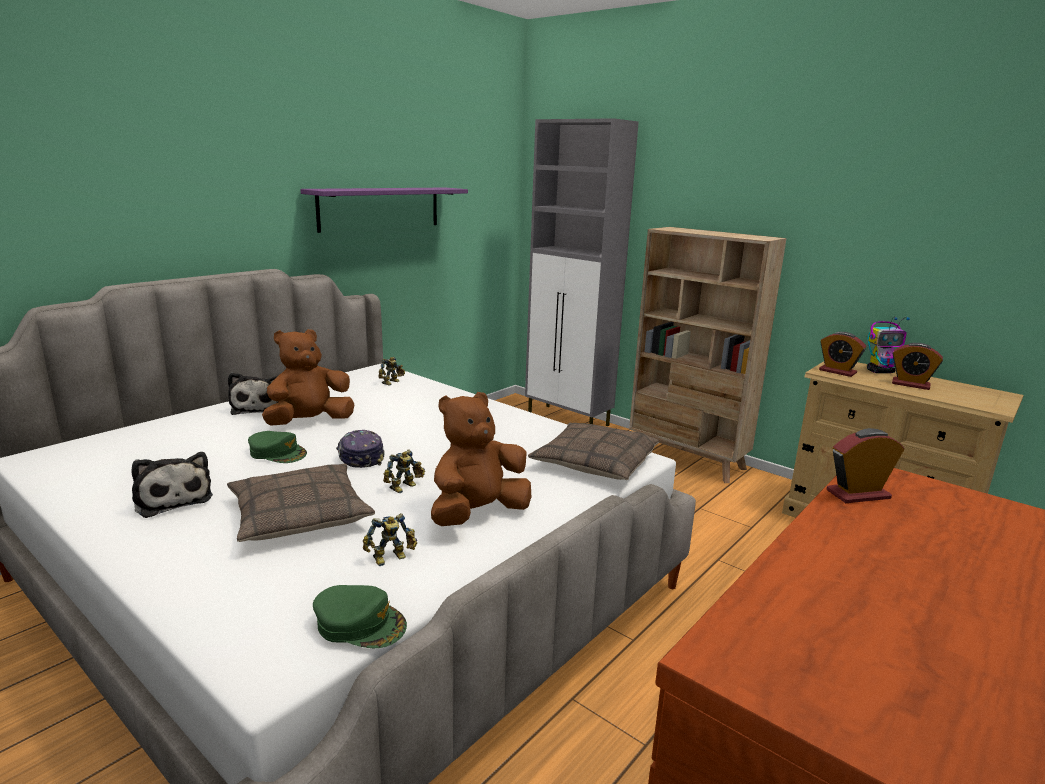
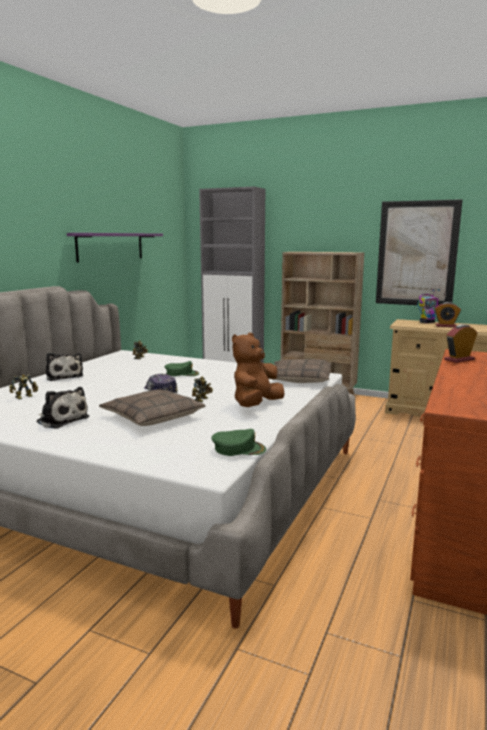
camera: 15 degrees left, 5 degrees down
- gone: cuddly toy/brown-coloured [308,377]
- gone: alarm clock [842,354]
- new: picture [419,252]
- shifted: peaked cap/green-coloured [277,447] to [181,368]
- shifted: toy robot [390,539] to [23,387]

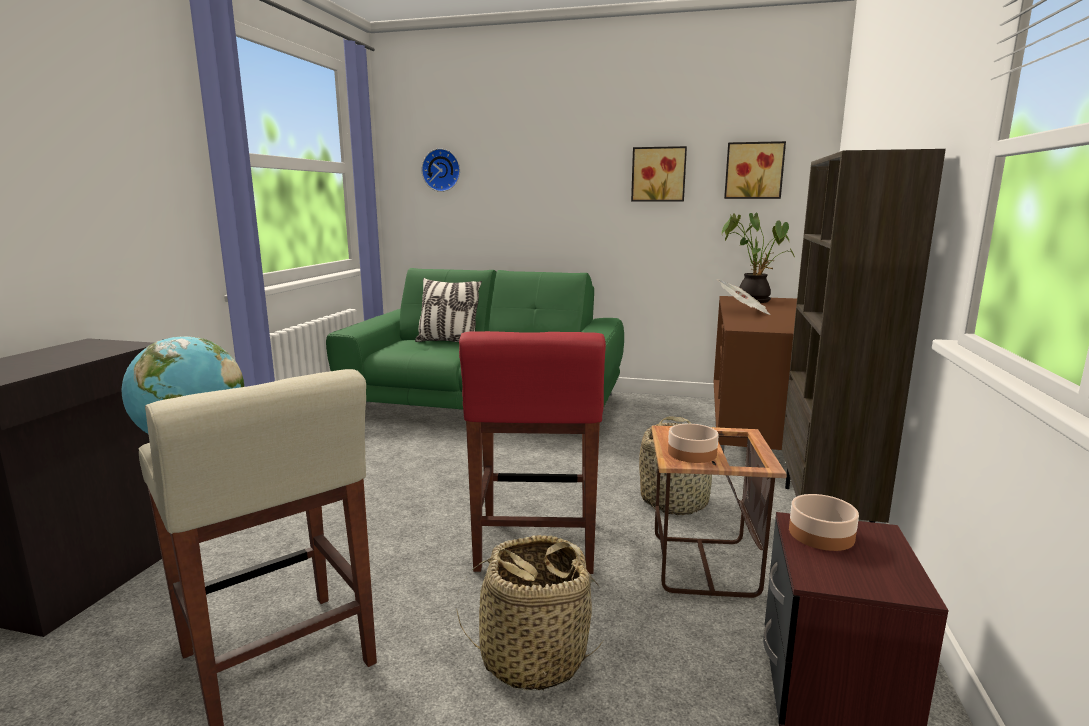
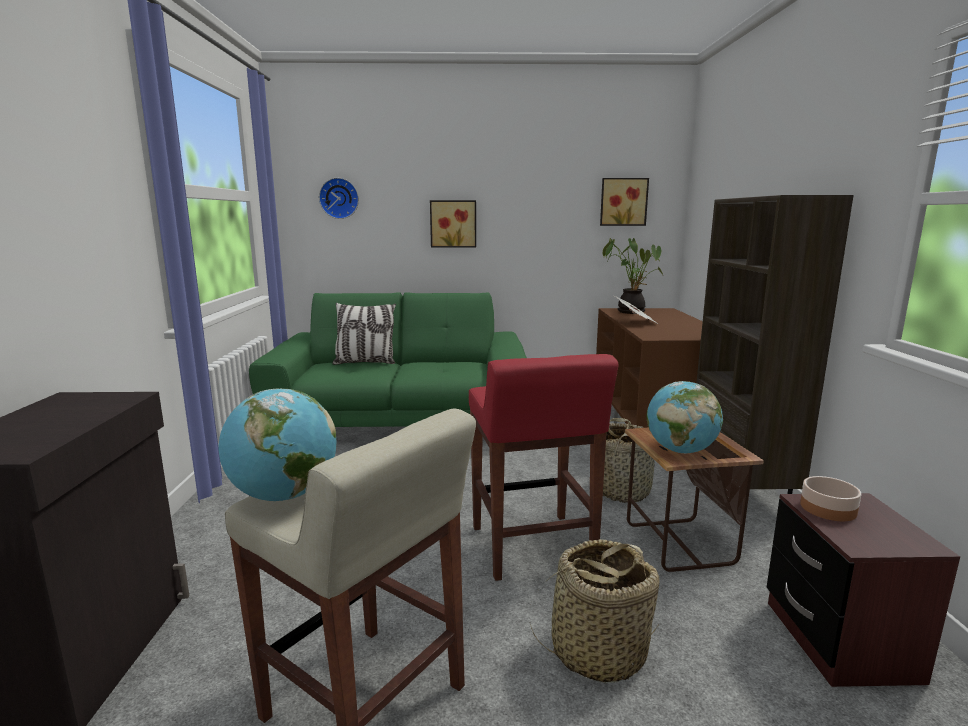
camera: 15 degrees left, 0 degrees up
- shifted: picture [659,174] to [453,224]
- swapped: deep dish [693,443] to desk globe [685,417]

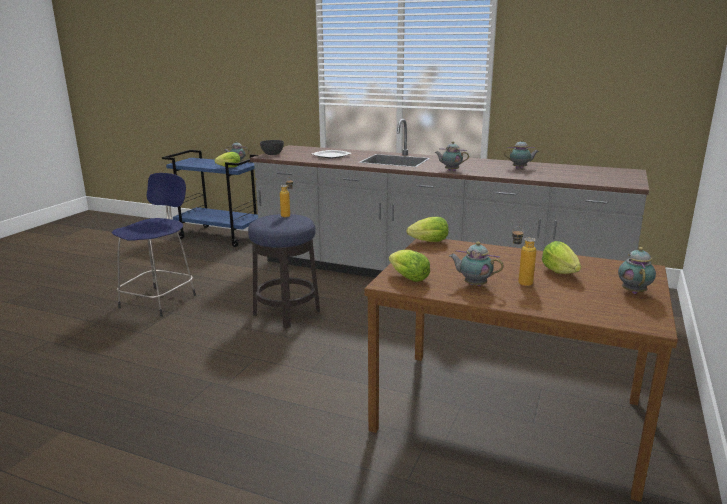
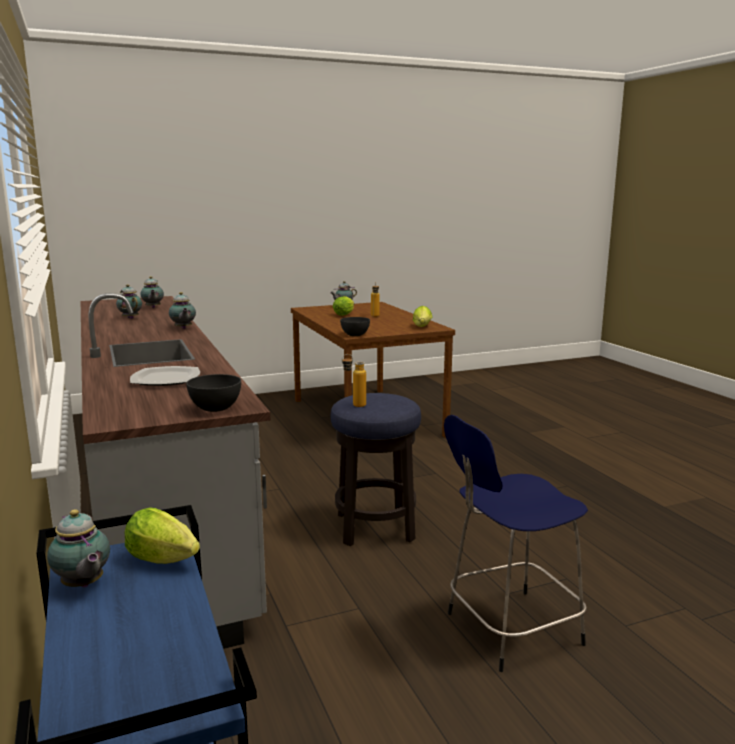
camera: 135 degrees left, 5 degrees down
- shifted: tea pot [476,264] to [152,292]
- swapped: lettuce head [427,229] to deep dish/gray [355,326]

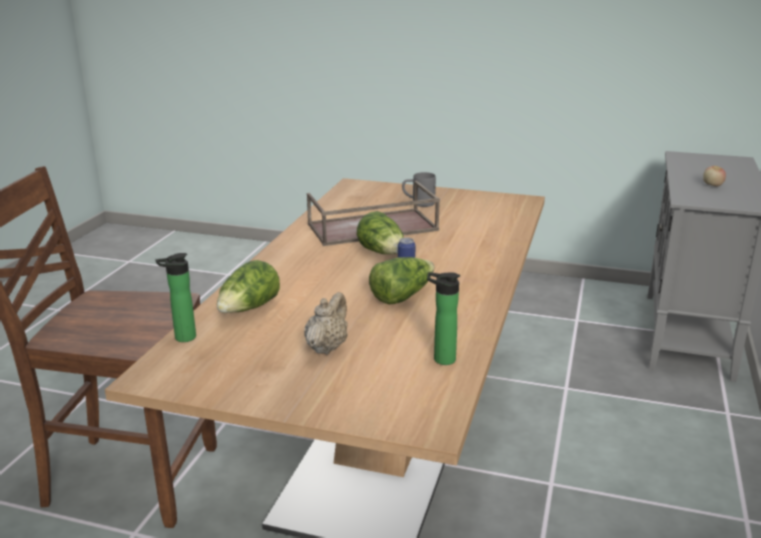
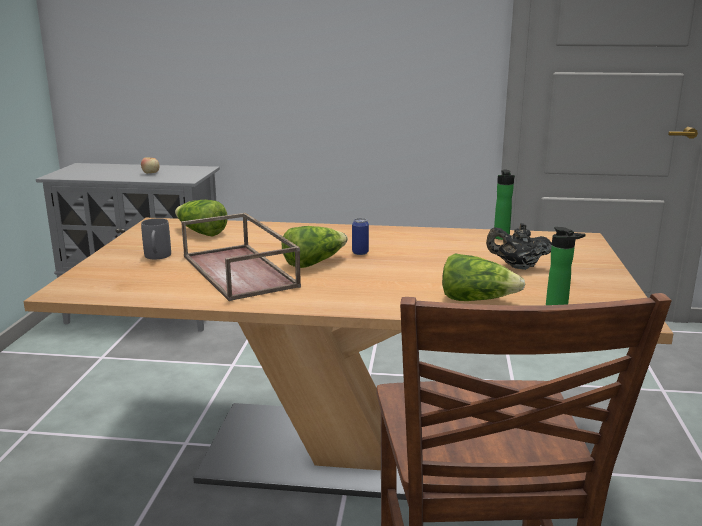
camera: 100 degrees left, 5 degrees down
- shifted: lettuce head [401,281] to [201,218]
- repainted: tea pot/sand-coloured [326,323] to tea pot/black [519,246]

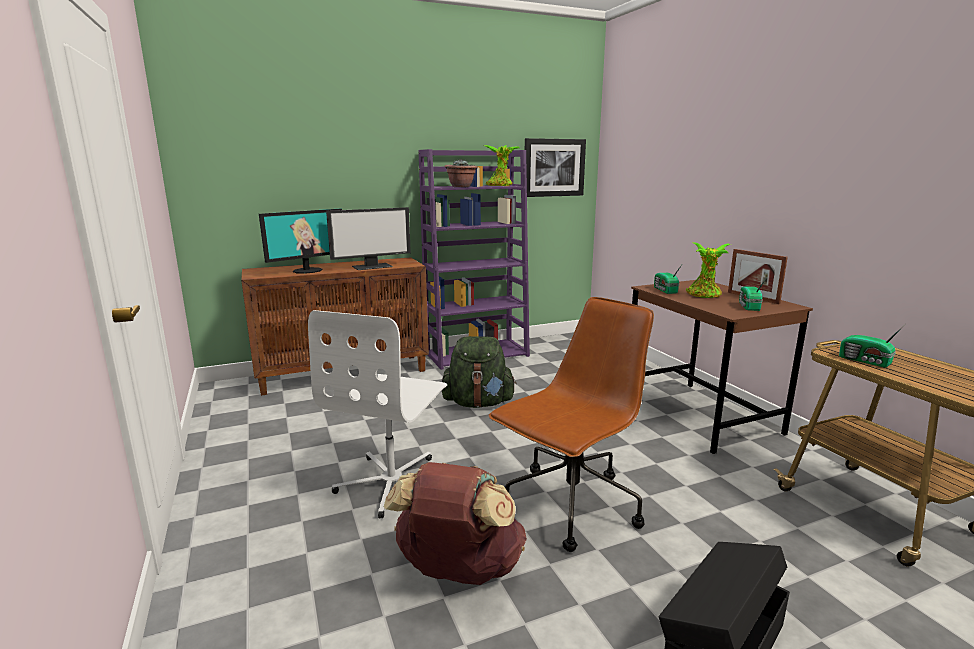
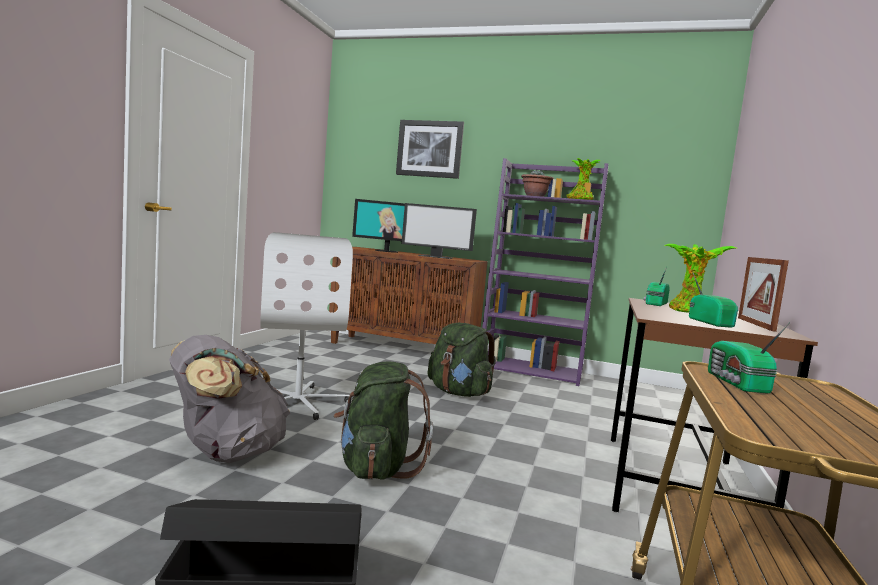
camera: 40 degrees right, 10 degrees down
- shifted: picture [555,167] to [430,149]
- swapped: desk chair/brown-coloured [571,424] to knapsack/green-coloured [383,420]
- repainted: knapsack/brown-coloured [455,523] to knapsack/gray [229,399]
- rotated: desk chair/white-coloured [377,414] = [306,326] 75 degrees counterclockwise
- rotated: radio set [753,294] = [713,299] 120 degrees clockwise

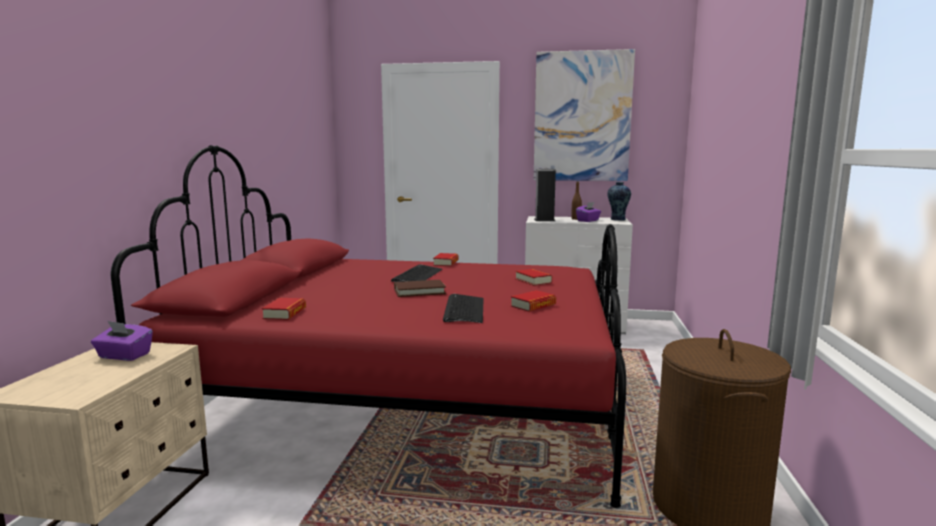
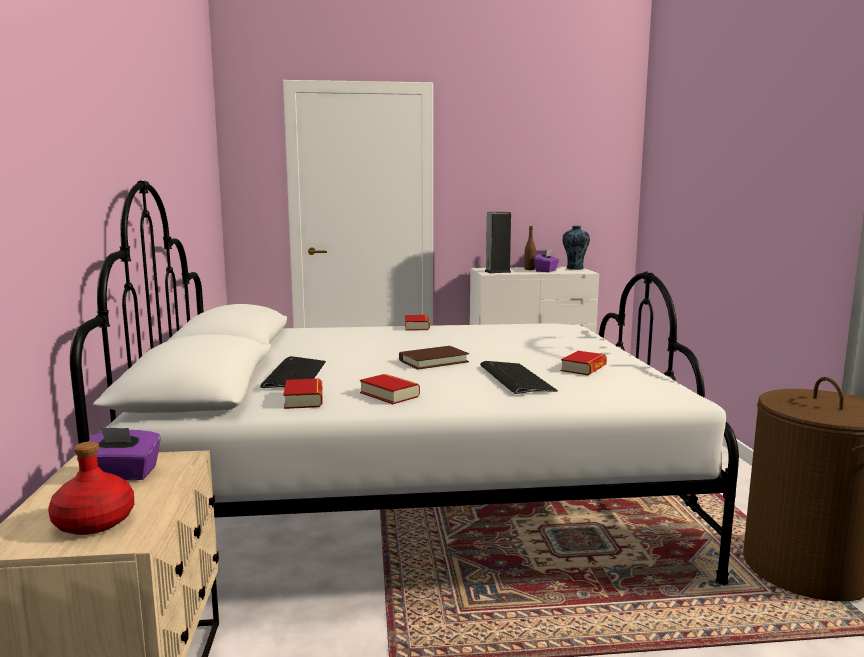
camera: 15 degrees left, 0 degrees up
- gone: picture [584,115]
- new: beverage bottle/reddish [91,488]
- shifted: PC keyboard [417,273] to [293,372]
- shifted: bound book [533,277] to [390,389]
- repainted: bedroom bed/reddish [368,326] to bedroom bed/white-coloured [404,383]

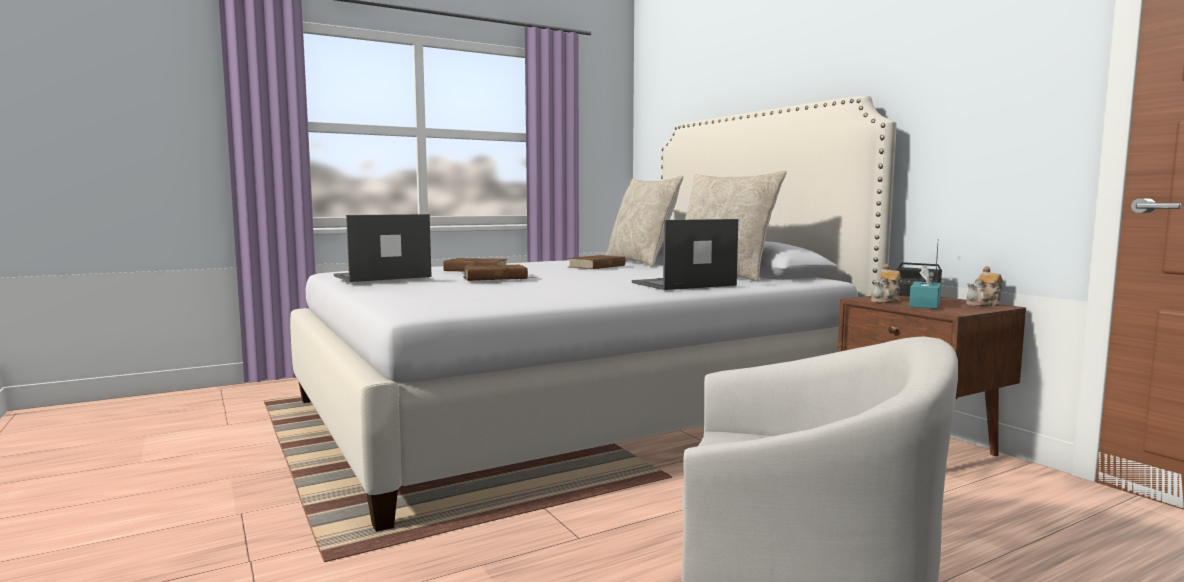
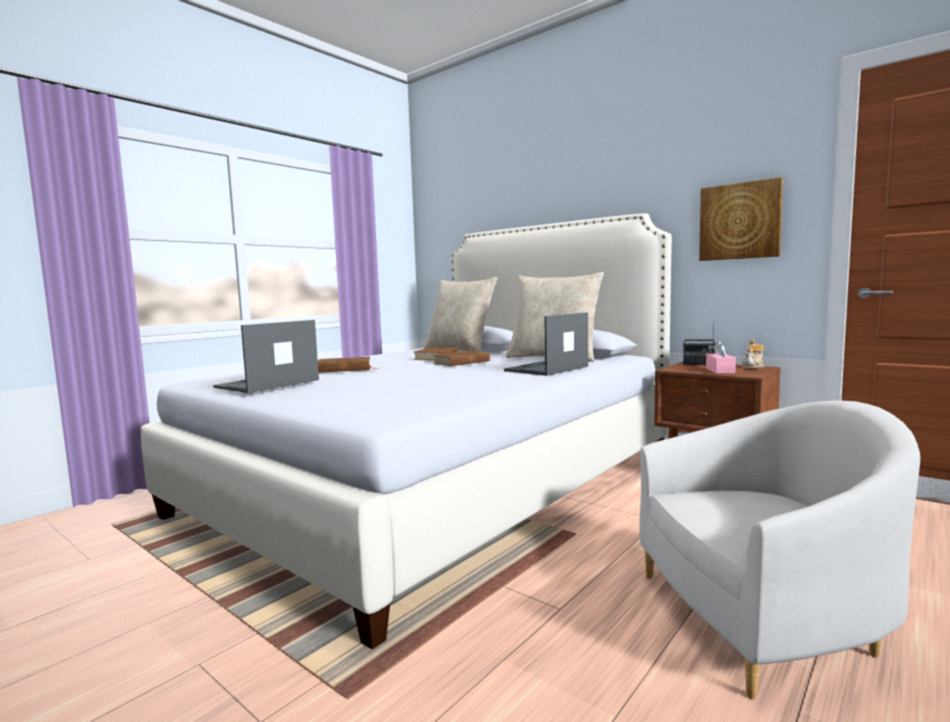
camera: 20 degrees left, 0 degrees up
- gone: tea pot [886,283]
- new: picture [741,219]
- shifted: bound book/brown-coloured [499,273] to [461,358]
- repainted: tissue box/turquoise [925,287] to tissue box/pink-coloured [721,357]

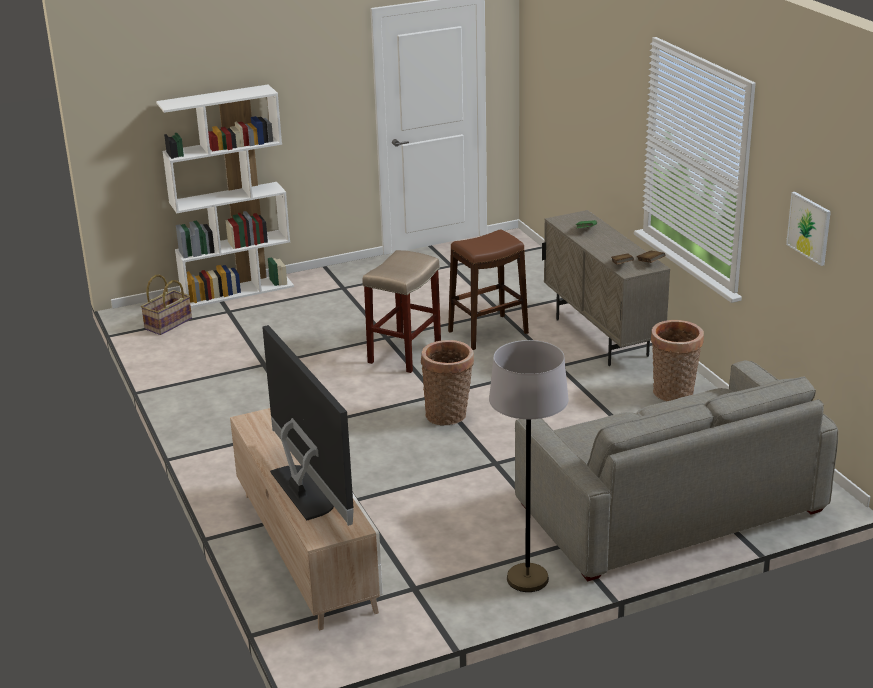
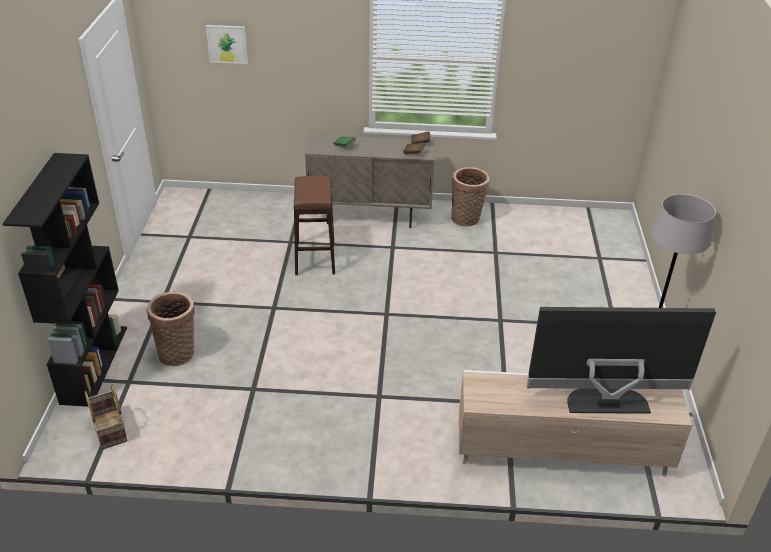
camera: 65 degrees left, 10 degrees up
- gone: stool seat/sand-coloured [402,311]
- gone: sofa/gray [676,470]
- shifted: storage basket [447,383] to [171,329]
- shifted: picture [808,229] to [227,44]
- repainted: bookshelf/white-coloured [225,196] to bookshelf/black [65,280]

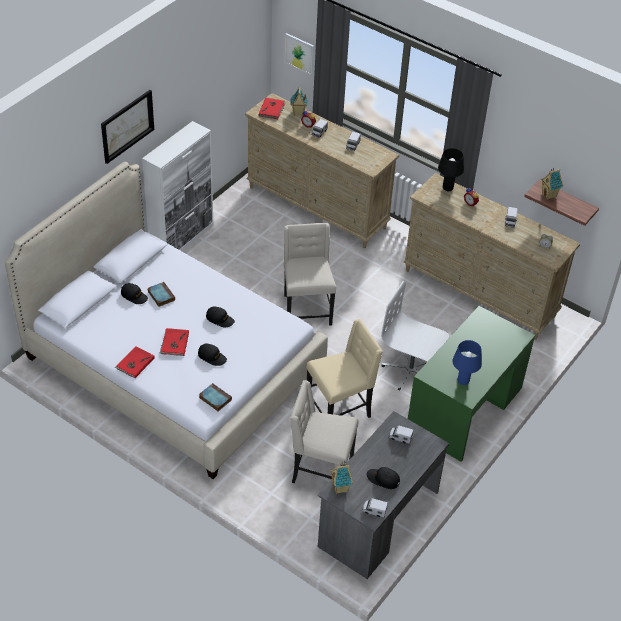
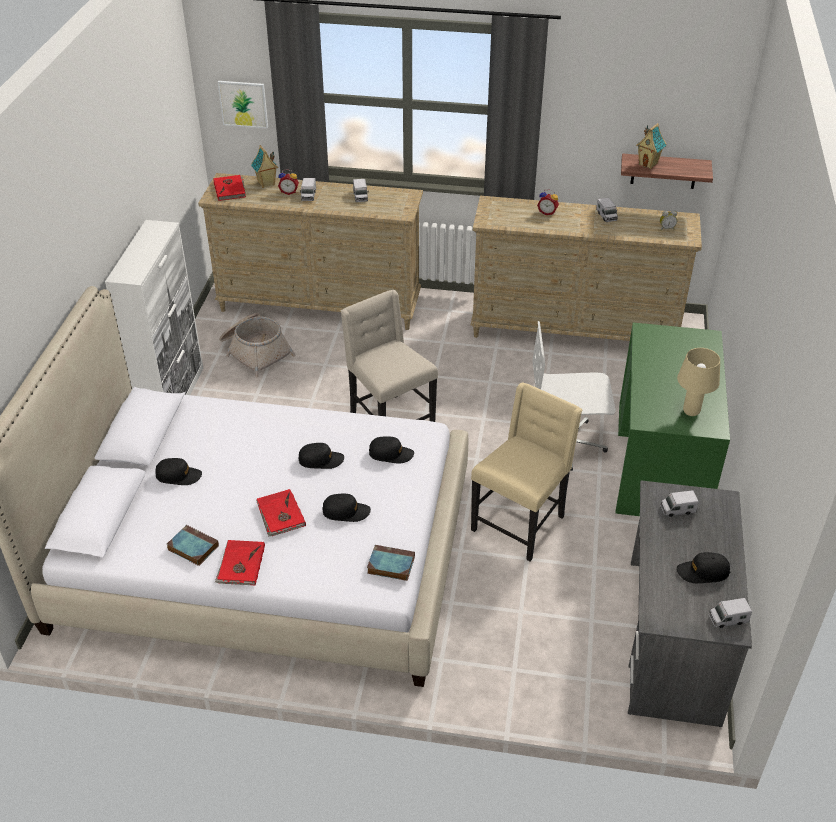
camera: 25 degrees left, 5 degrees down
- gone: picture [127,127]
- gone: chair/sand-coloured [324,431]
- gone: toy house [341,477]
- gone: table lamp/black [451,169]
- new: storage basket [257,345]
- new: peaked cap/black [391,450]
- shifted: bound book [161,294] to [193,545]
- repainted: table lamp/blue [467,362] to table lamp/sand-coloured [698,382]

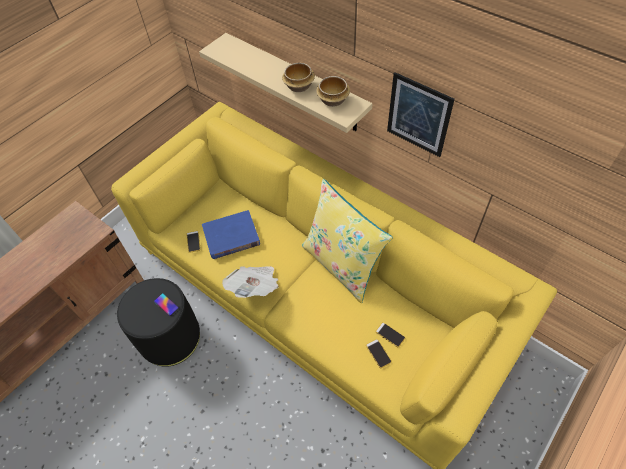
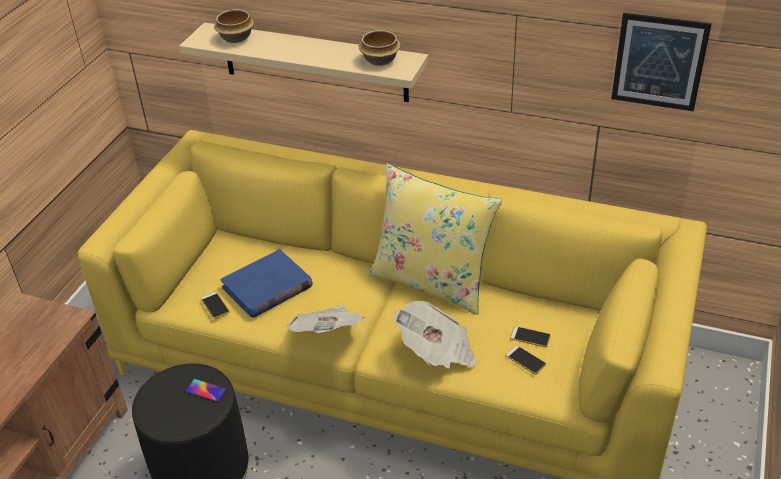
camera: 20 degrees left, 15 degrees down
- new: daily paper [435,335]
- shifted: deep dish [298,77] to [234,26]
- shifted: picture [420,114] to [661,62]

